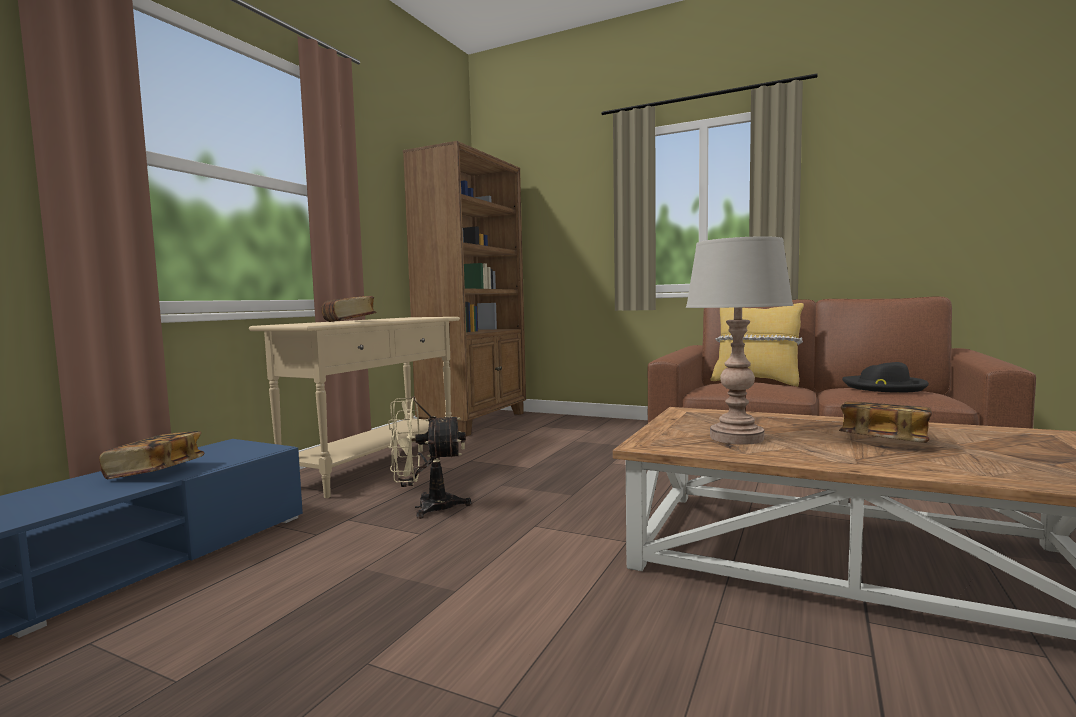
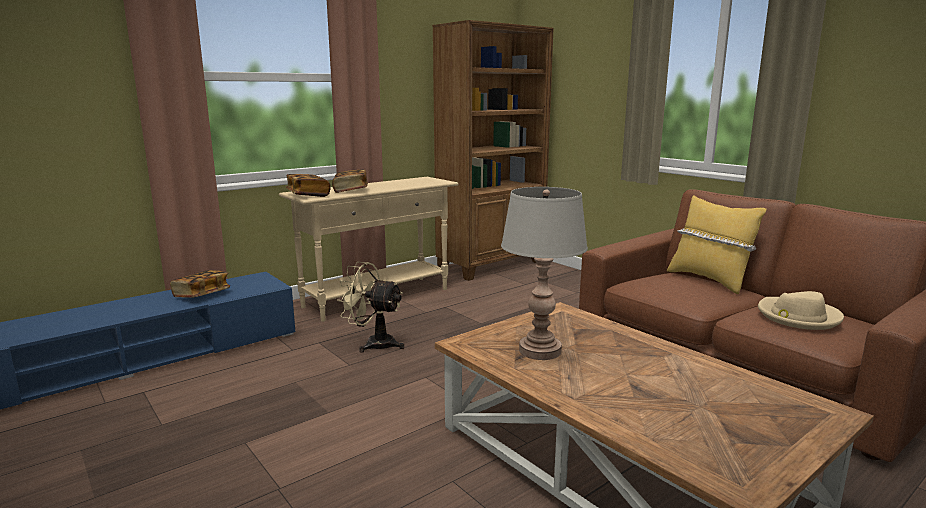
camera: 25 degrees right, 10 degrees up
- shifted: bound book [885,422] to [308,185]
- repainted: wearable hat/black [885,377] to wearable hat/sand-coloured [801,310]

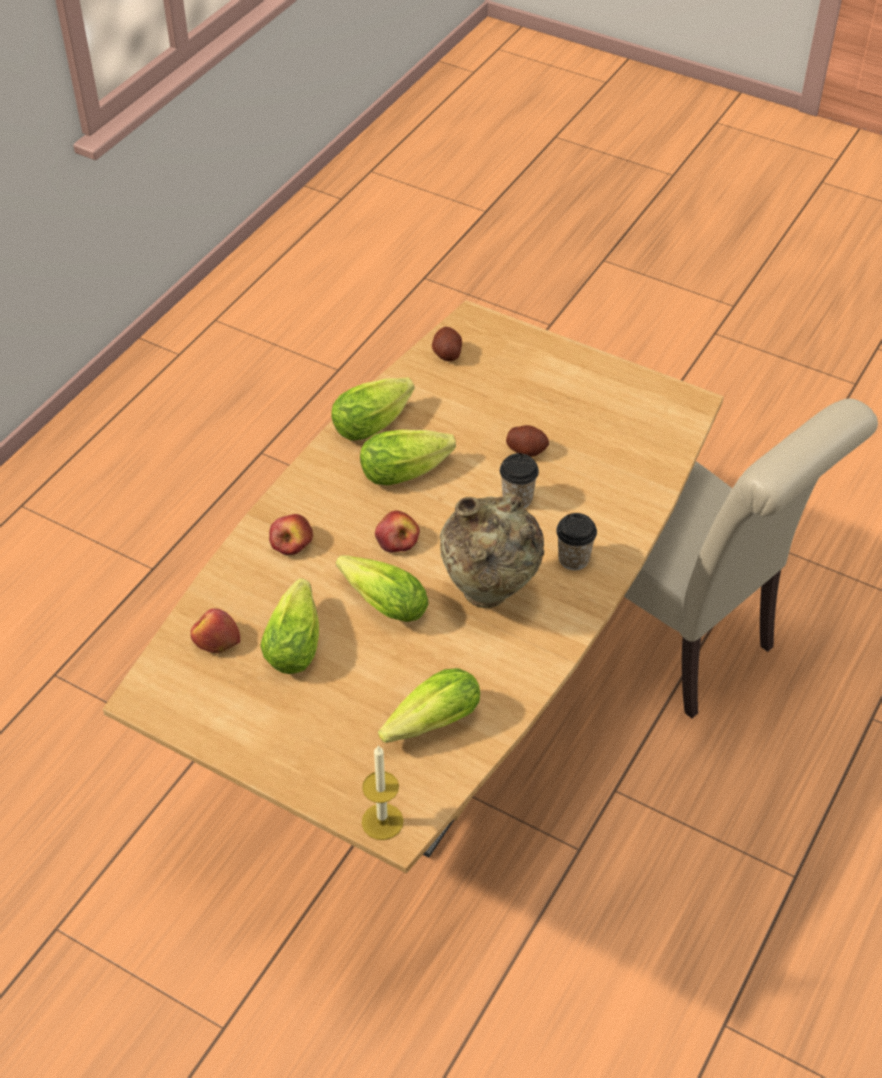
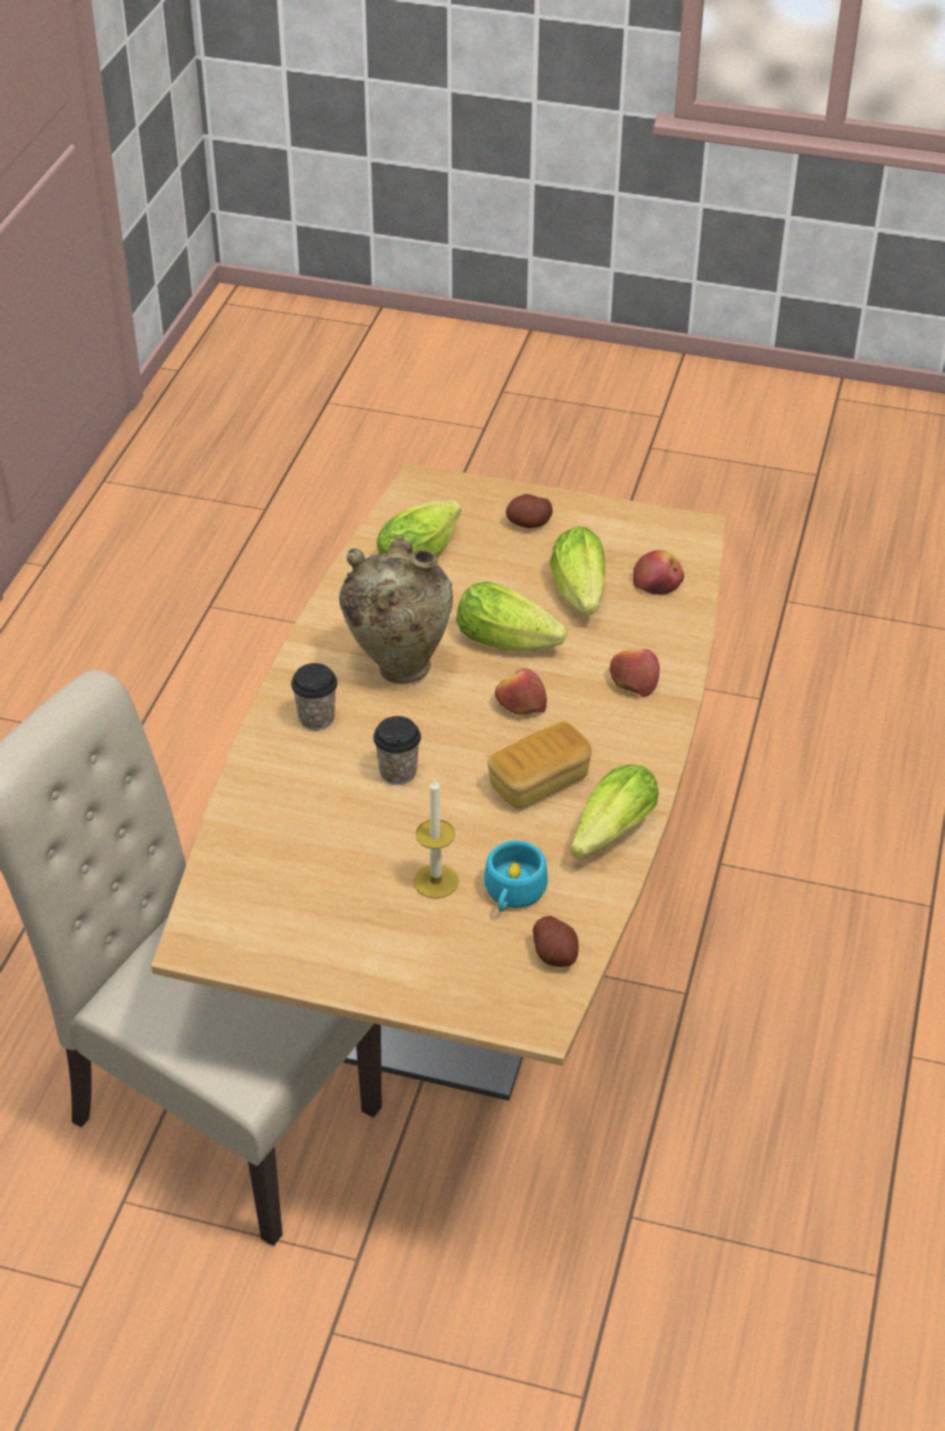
camera: 165 degrees right, 5 degrees down
- new: cup/turquoise [516,876]
- shifted: wax light [383,792] to [436,838]
- shifted: potato [527,441] to [529,511]
- swapped: lettuce head [408,457] to baked bread [540,764]

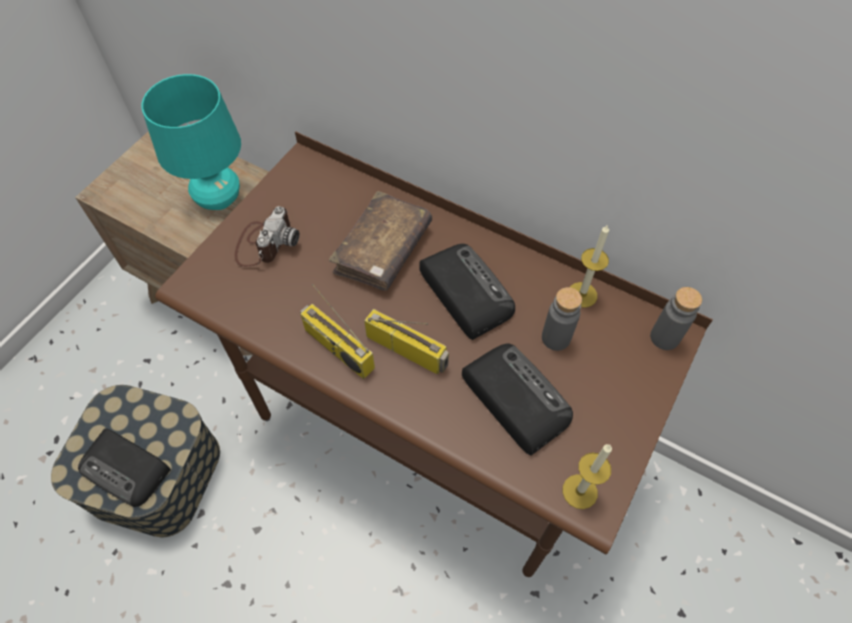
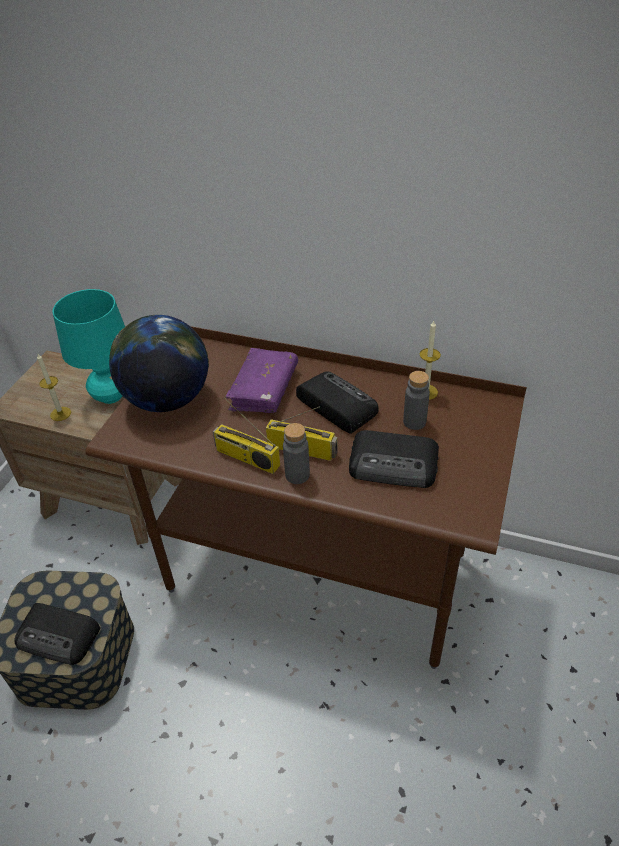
camera: 10 degrees left, 15 degrees down
- shifted: wax light [587,476] to [54,387]
- shifted: beverage bottle/gray [676,318] to [296,453]
- swapped: still camera [267,236] to desk globe [159,363]
- repainted: bound book/brown-coloured [380,241] to bound book/purple [261,380]
- rotated: radio set [517,399] = [394,459] 150 degrees clockwise

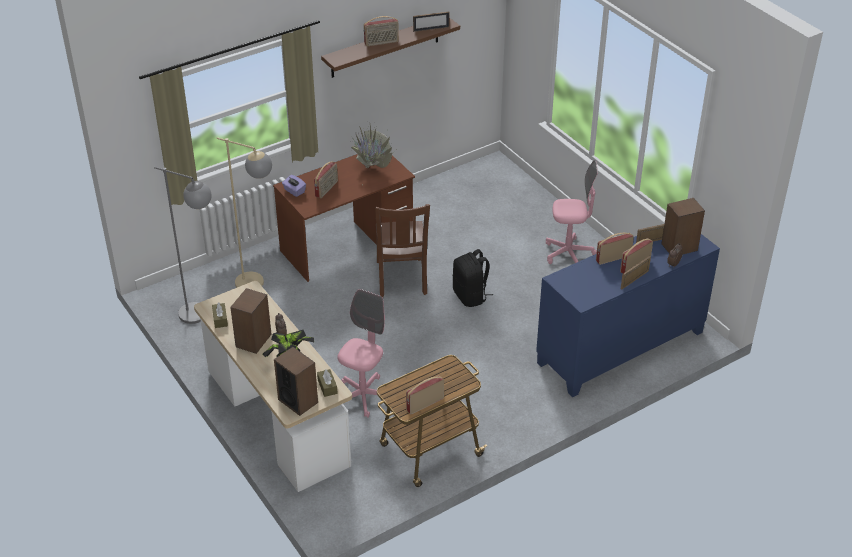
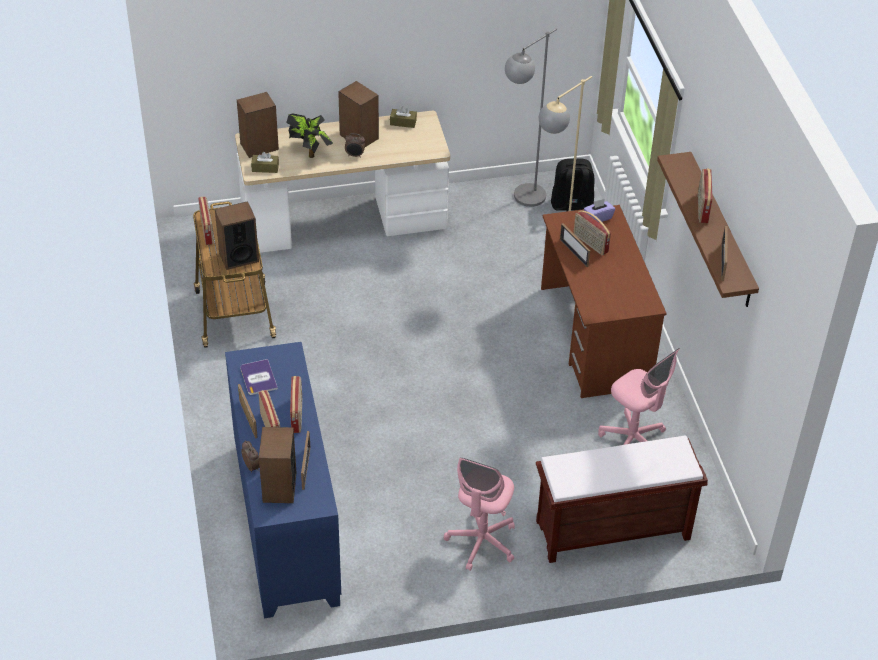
camera: 110 degrees right, 5 degrees up
- gone: houseplant [372,152]
- gone: chair/brown-coloured [402,250]
- new: speaker [237,235]
- new: bound book [259,377]
- new: indoor bench/brown-coloured [622,499]
- new: picture frame [575,245]
- shifted: desk chair/pink-coloured [361,353] to [639,396]
- shifted: knapsack/black [473,278] to [572,184]

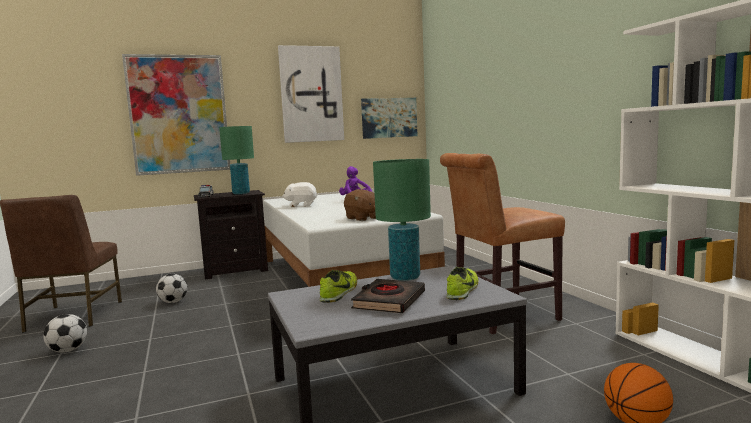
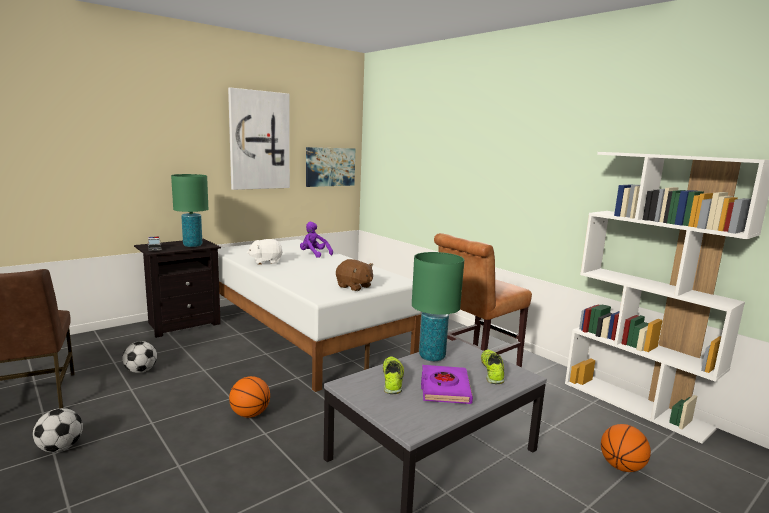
camera: 20 degrees left, 5 degrees up
- gone: picture [176,115]
- new: basketball [249,397]
- repainted: bound book/black [388,296] to bound book/purple [447,384]

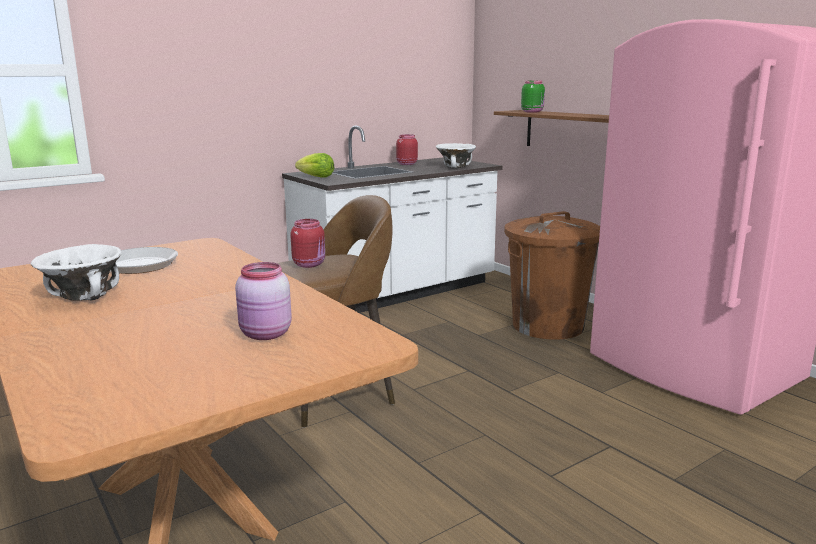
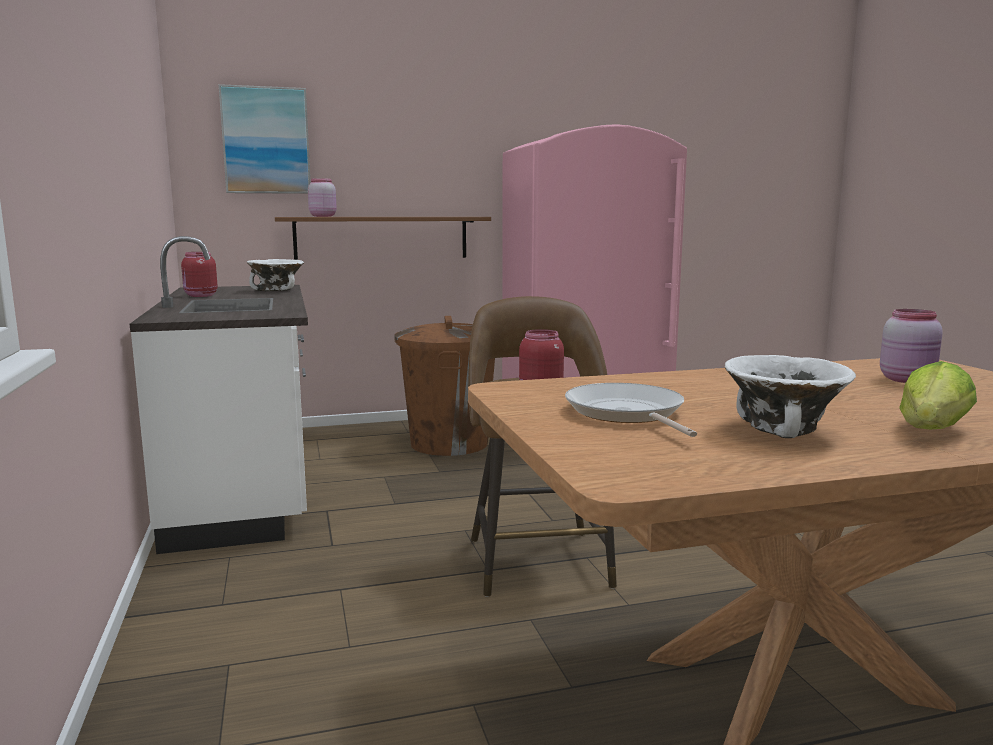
camera: 70 degrees left, 5 degrees down
- new: picture [265,139]
- shifted: lettuce head [314,165] to [938,395]
- repainted: storage jar/green-coloured [533,96] to storage jar/pink-coloured [322,197]

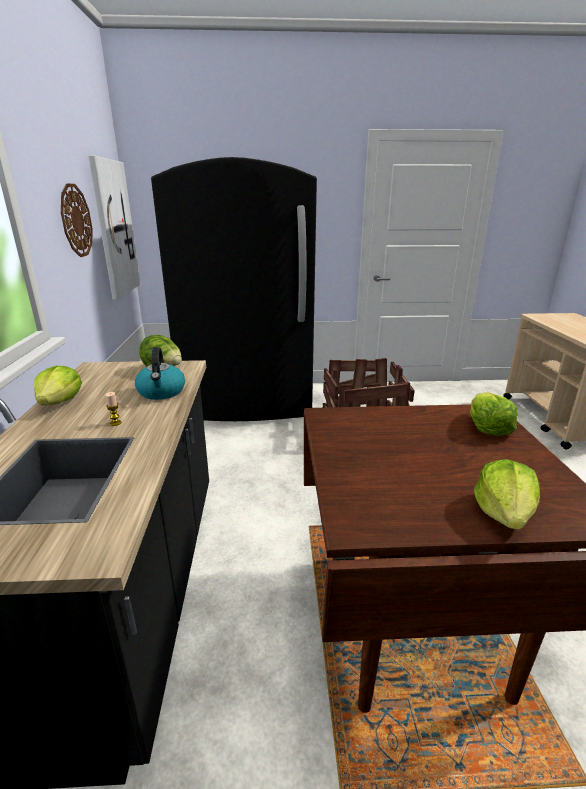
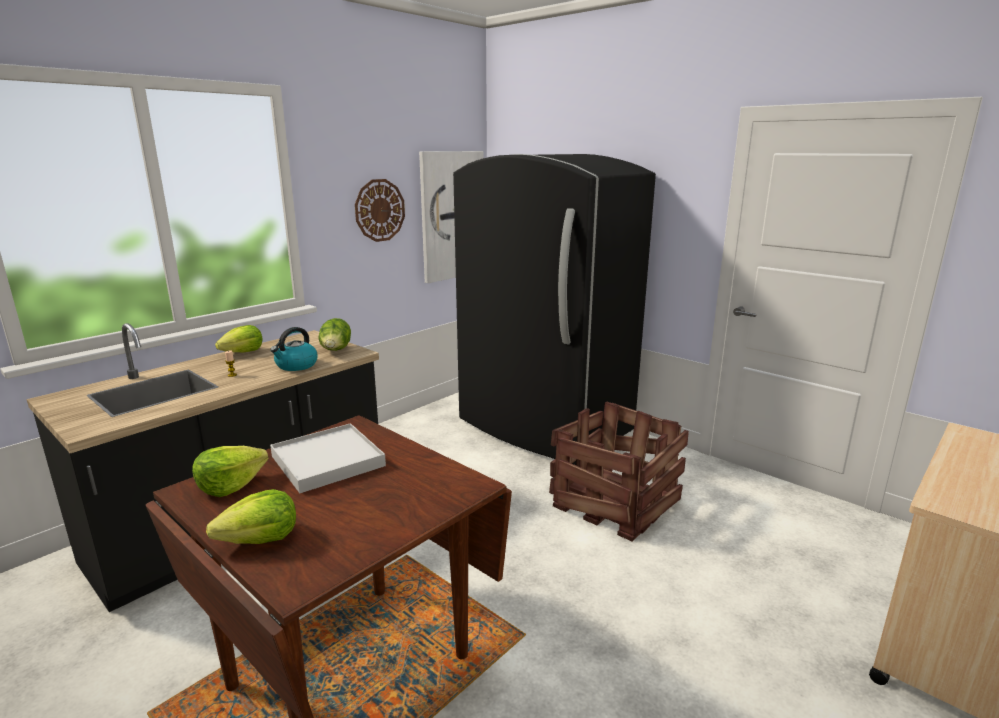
camera: 45 degrees right, 5 degrees down
- new: tray/white-coloured [328,458]
- shifted: lettuce head [494,414] to [230,471]

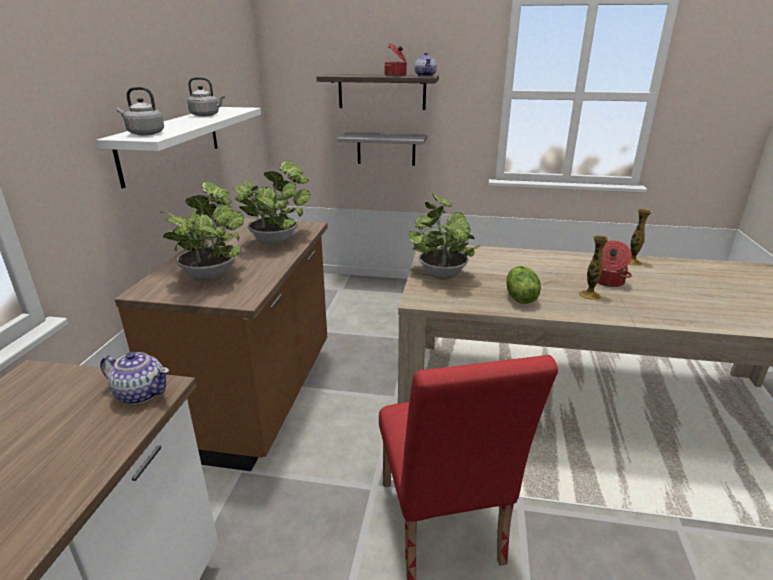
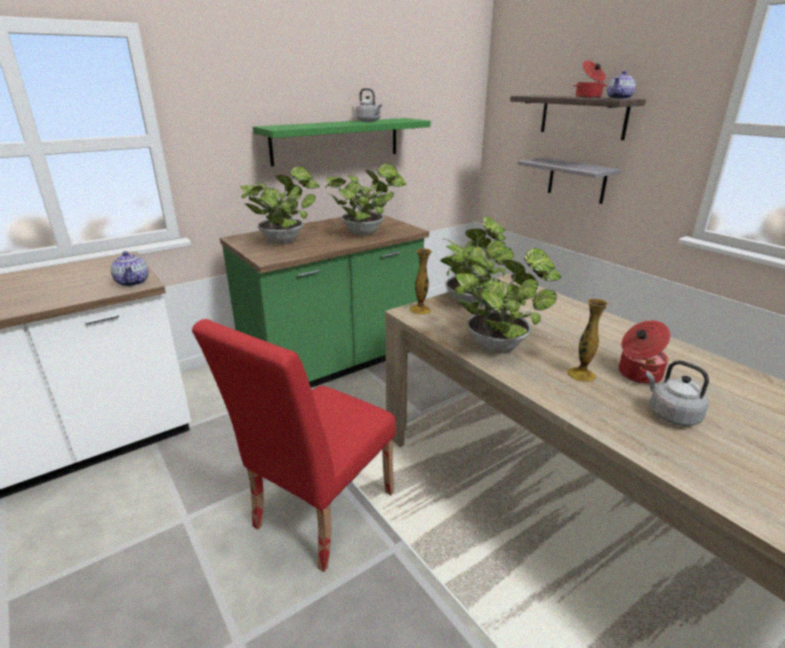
camera: 45 degrees right, 0 degrees up
- shifted: tea kettle/gray [140,111] to [677,393]
- shifted: decorative vase [640,237] to [420,281]
- swapped: lettuce head [524,285] to houseplant [508,300]
- repainted: shelf/white-coloured [178,147] to shelf/green-coloured [342,142]
- repainted: kitchen base unit/brown-coloured [221,344] to kitchen base unit/green-coloured [324,300]

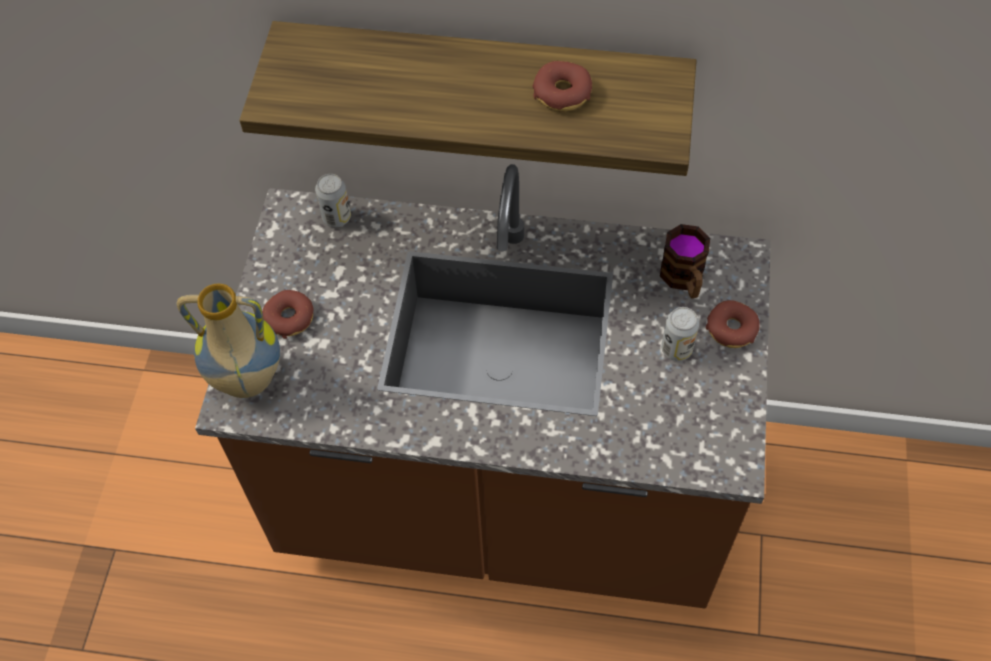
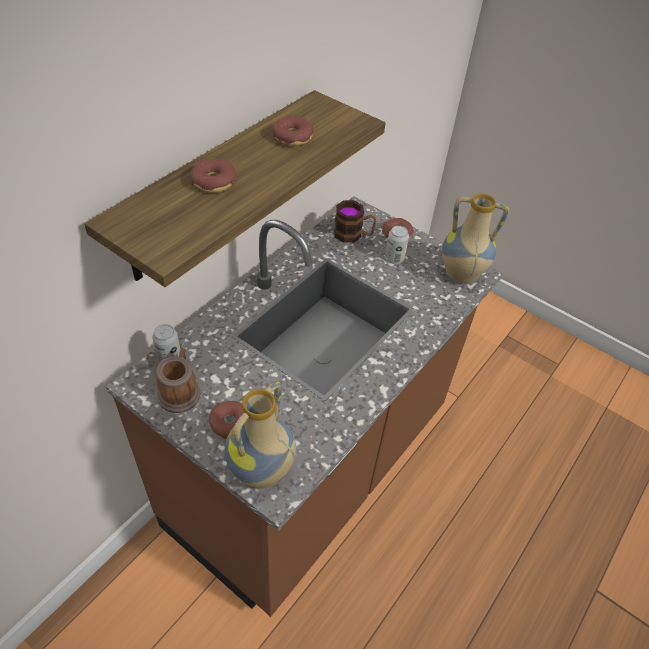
camera: 65 degrees left, 10 degrees down
- new: mug [178,380]
- new: donut [213,176]
- new: decorative vase [475,239]

